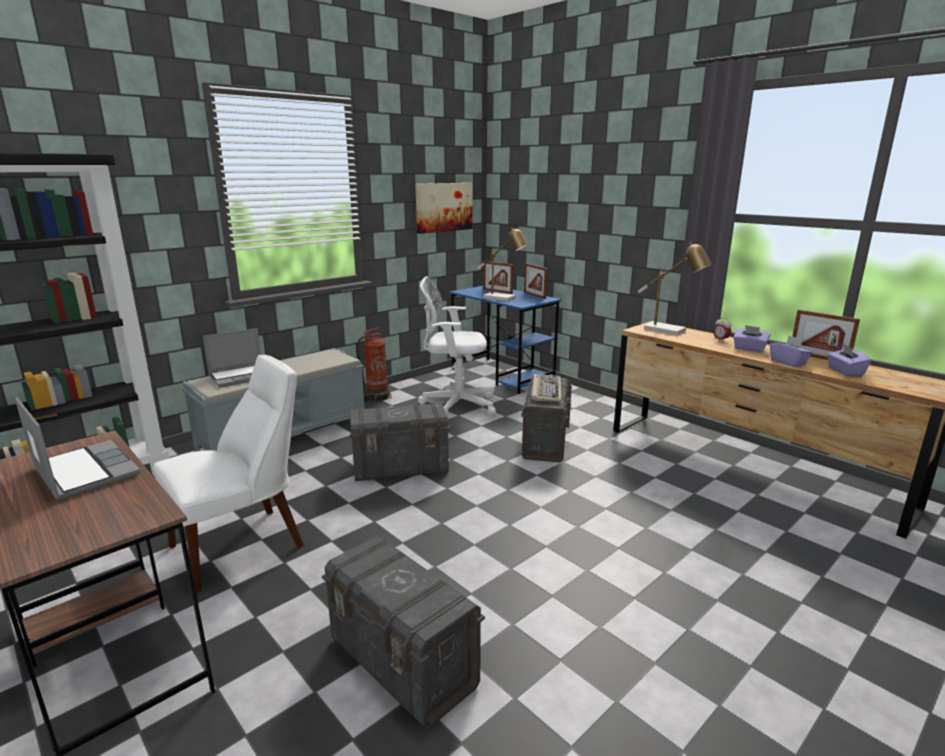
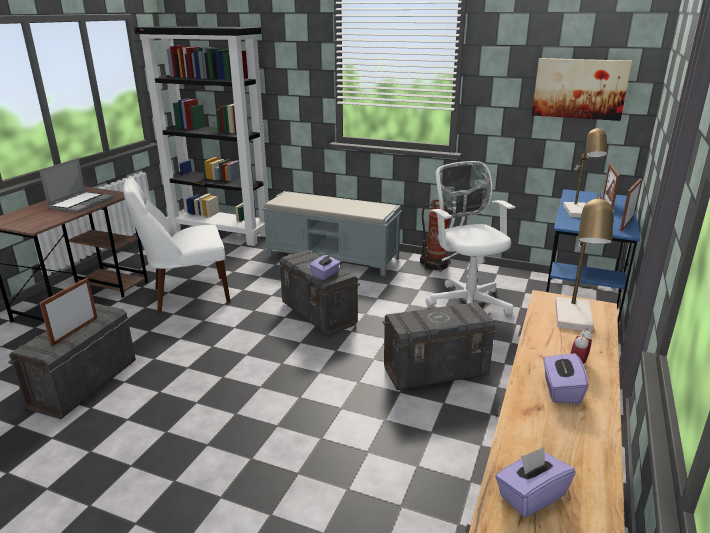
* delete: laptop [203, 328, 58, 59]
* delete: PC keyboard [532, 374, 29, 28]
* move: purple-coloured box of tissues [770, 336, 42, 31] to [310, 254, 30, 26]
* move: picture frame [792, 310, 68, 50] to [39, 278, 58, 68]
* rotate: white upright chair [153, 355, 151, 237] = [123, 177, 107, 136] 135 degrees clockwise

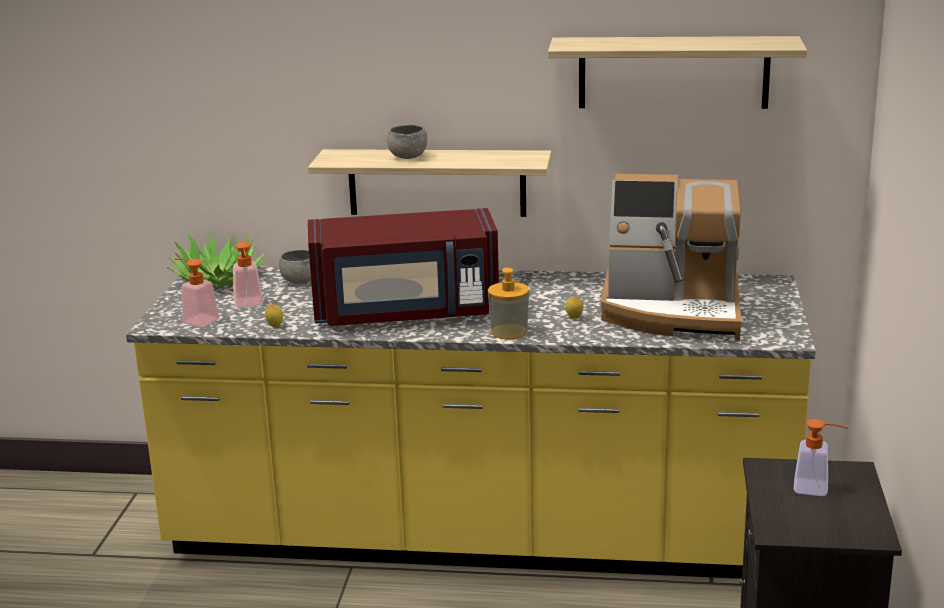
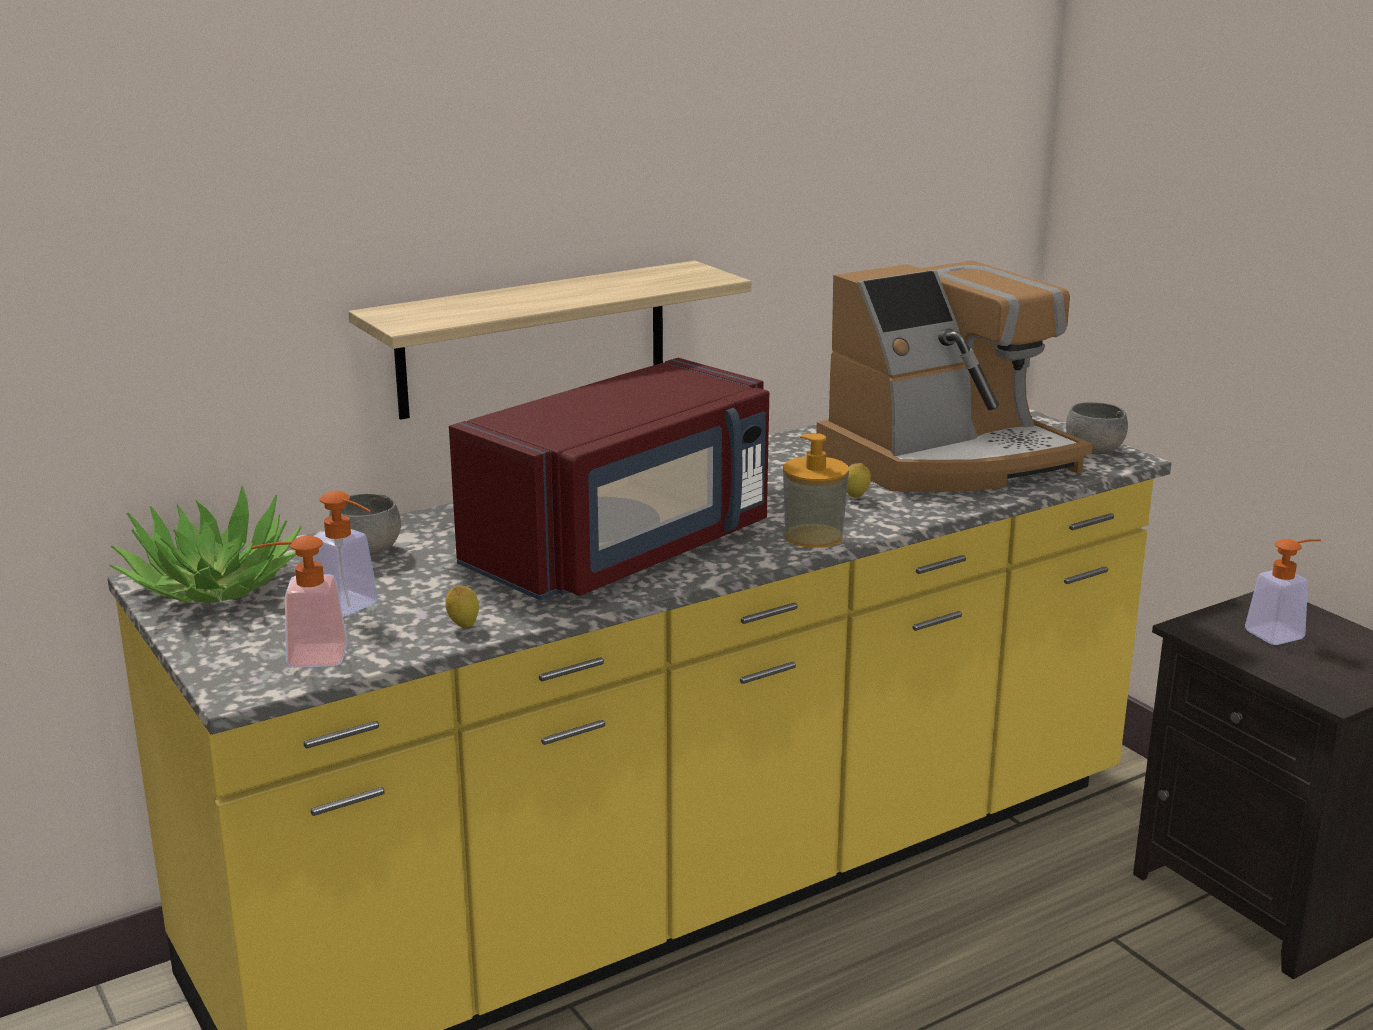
* delete: bracket shelf [548, 36, 259, 73]
* move: greyish bowl [387, 125, 40, 34] to [1066, 402, 62, 52]

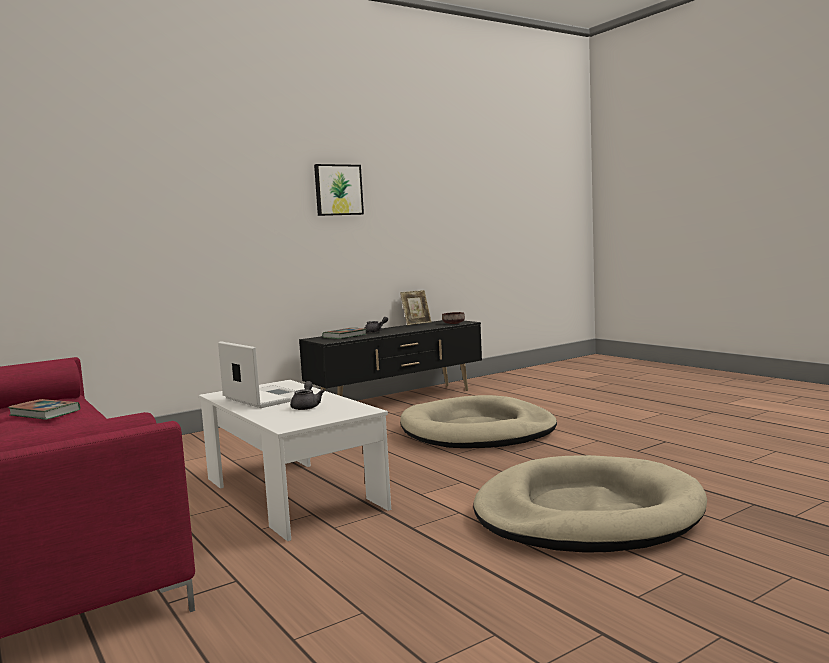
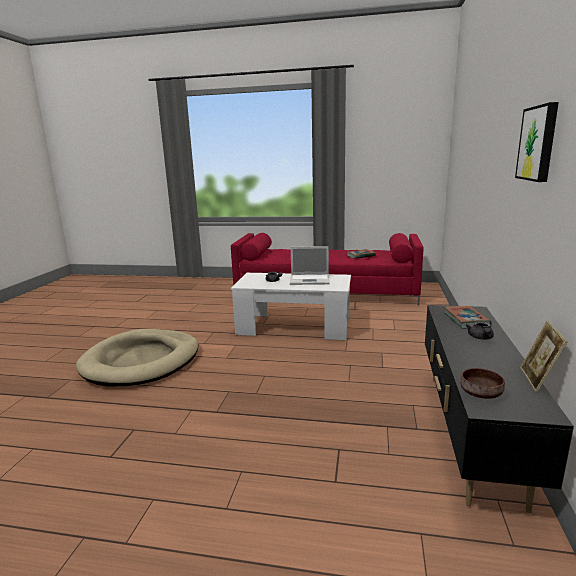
* delete: beige dog cushion [400, 395, 157, 53]

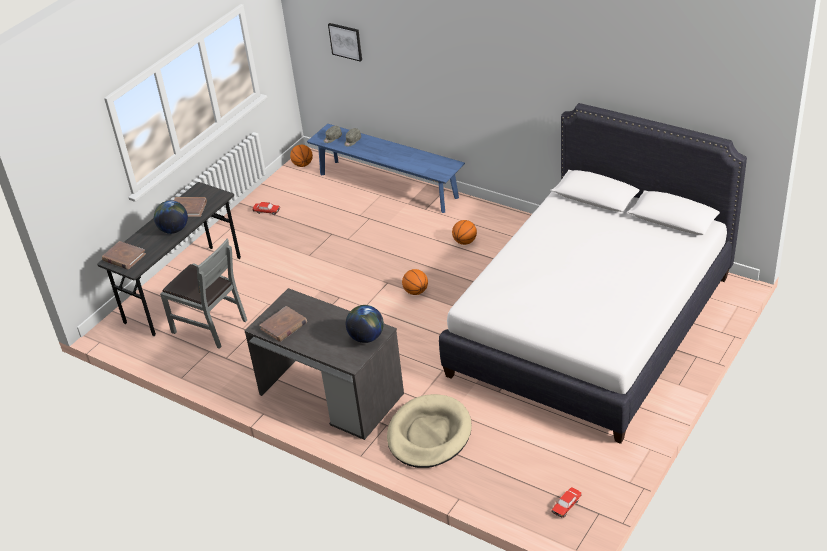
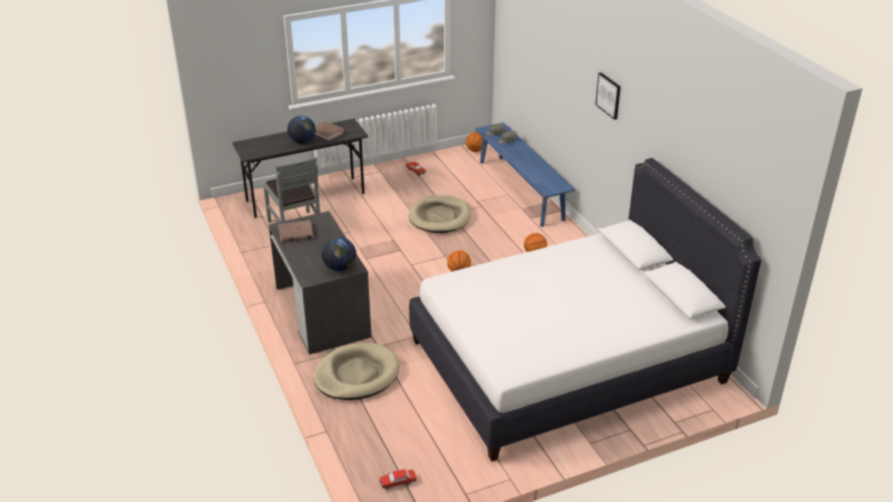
* delete: brown book [102, 241, 44, 29]
* insert: beige dog cushion [409, 195, 62, 38]
* move: wall art [328, 23, 34, 39] to [595, 72, 26, 48]

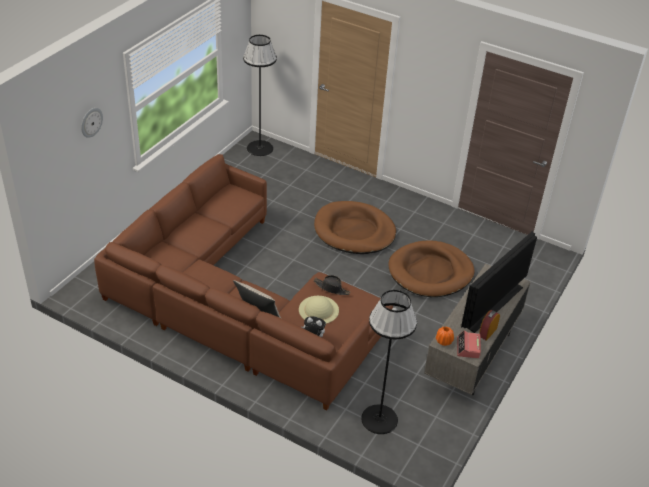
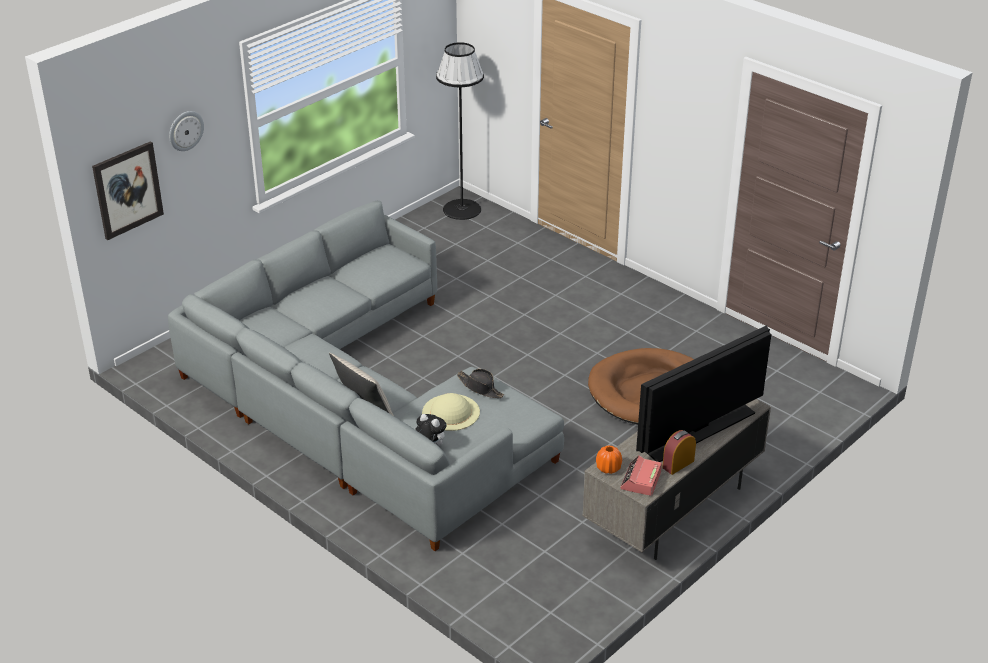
* delete: brown dog cushion [314, 201, 82, 53]
* delete: blackish standard lamp [361, 290, 56, 144]
* insert: wall art [92, 141, 72, 99]
* recolor: brown sofa [94, 154, 299, 257] to greyish sofa [168, 201, 396, 350]

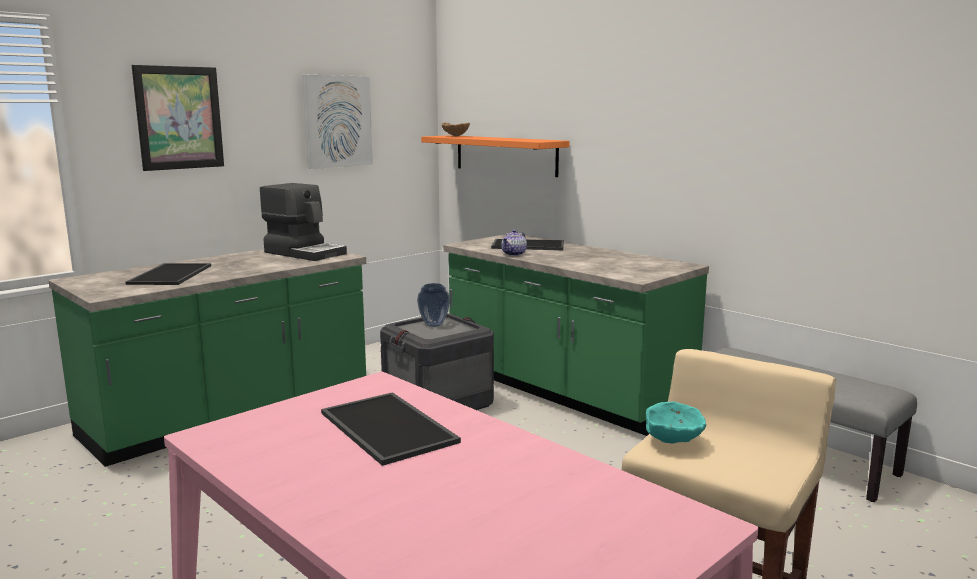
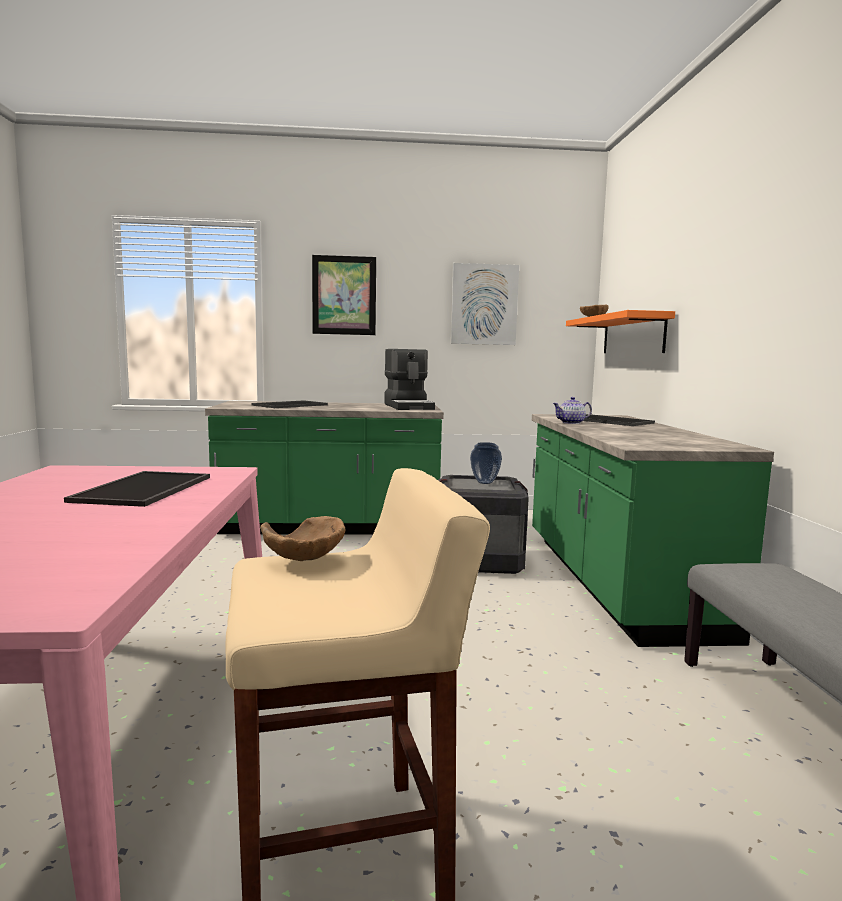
* recolor: blue-green bowl [646, 401, 60, 43] to brown bowl [260, 516, 86, 45]

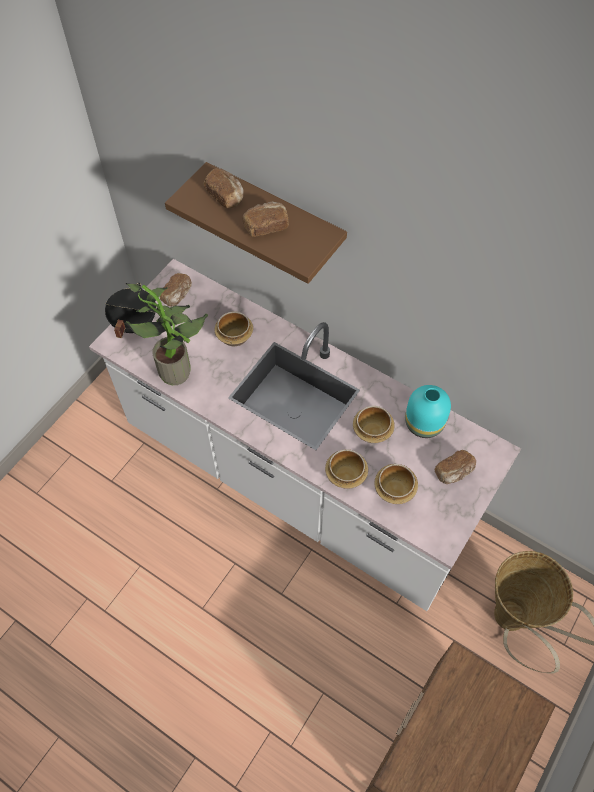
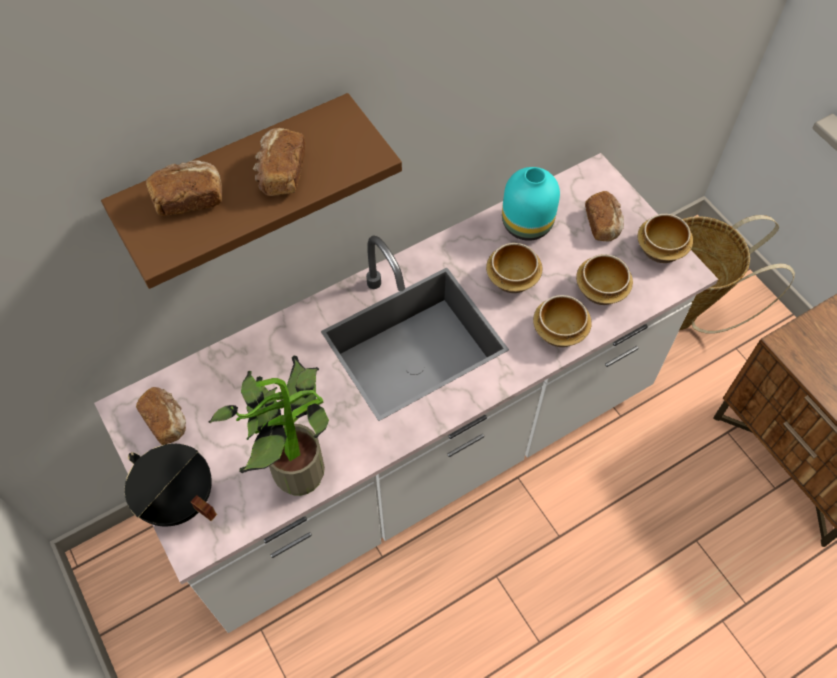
* move: bowl [214, 311, 39, 35] to [637, 214, 56, 49]

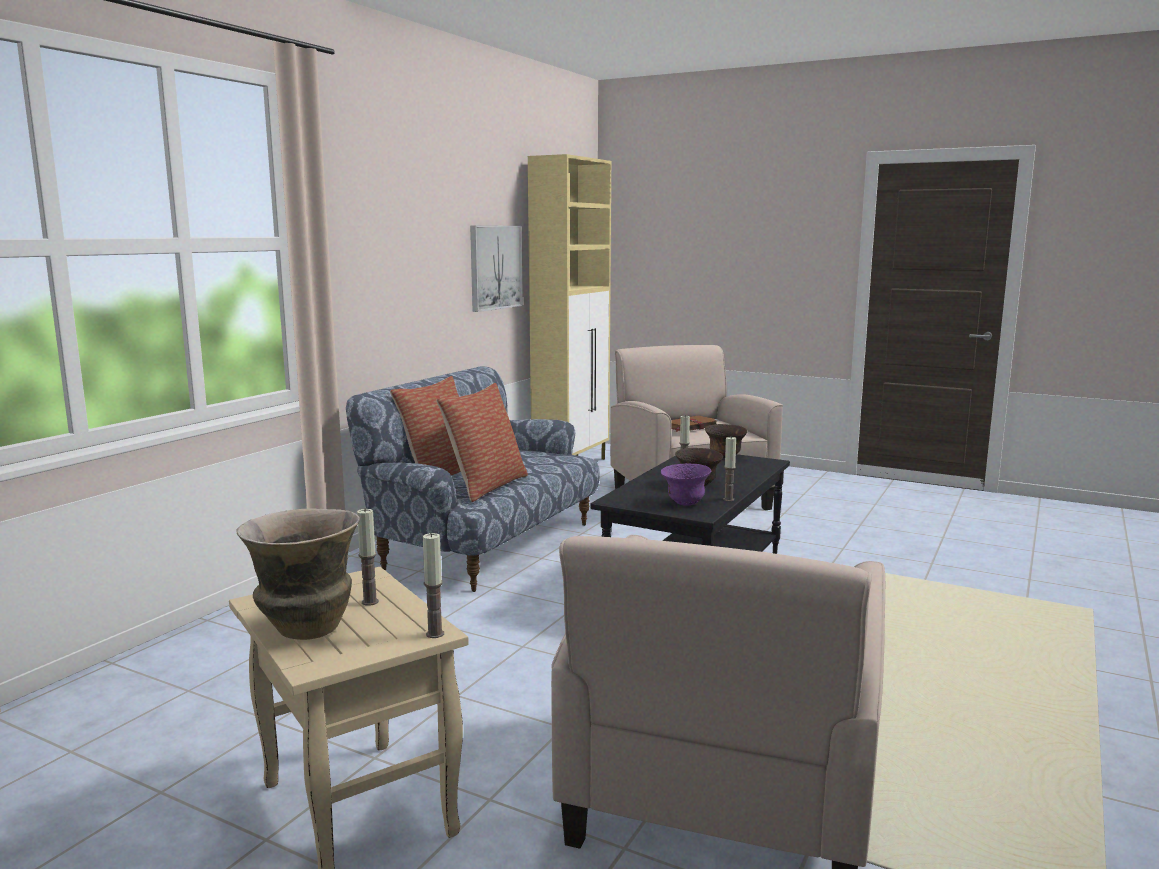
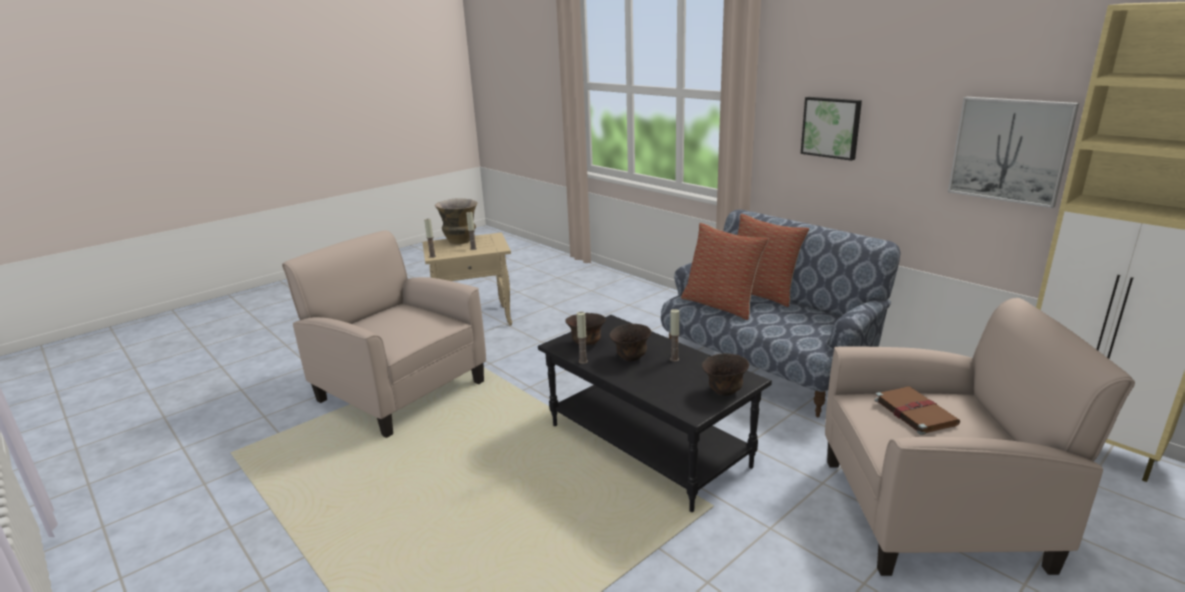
* insert: wall art [801, 97, 61, 64]
* recolor: purple-coloured bowl [661, 463, 50, 43] to brown bowl [565, 313, 41, 32]

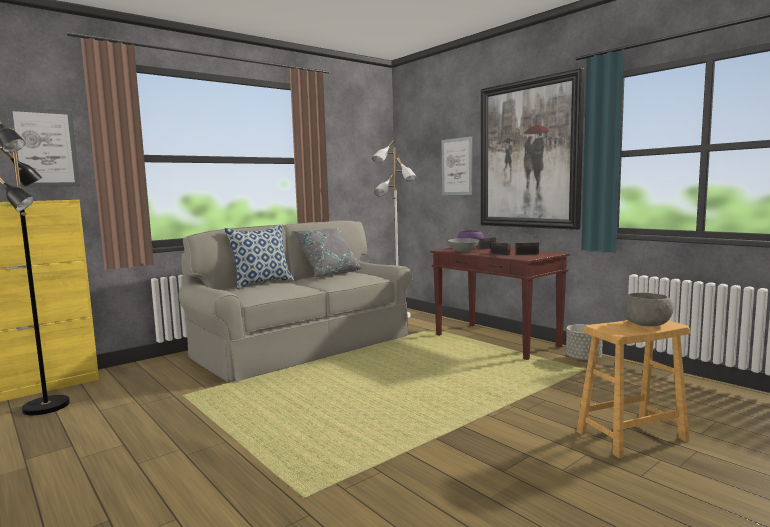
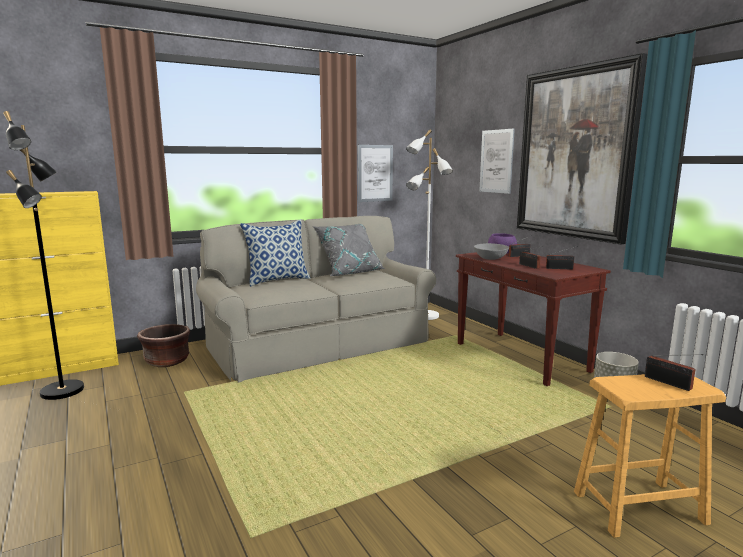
* insert: brown planter [137, 324, 53, 43]
* move: wall art [6, 106, 74, 81] to [358, 145, 35, 57]
* replace: greyish bowl [622, 293, 51, 33] to radio set [645, 354, 58, 37]

